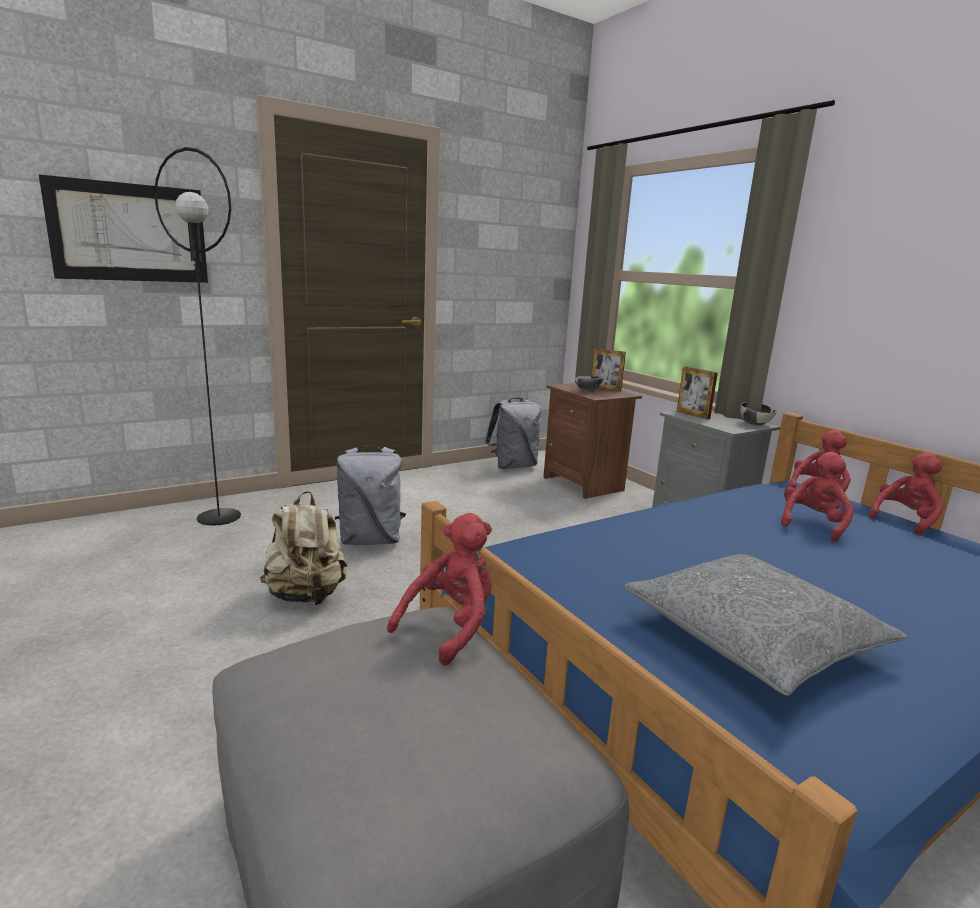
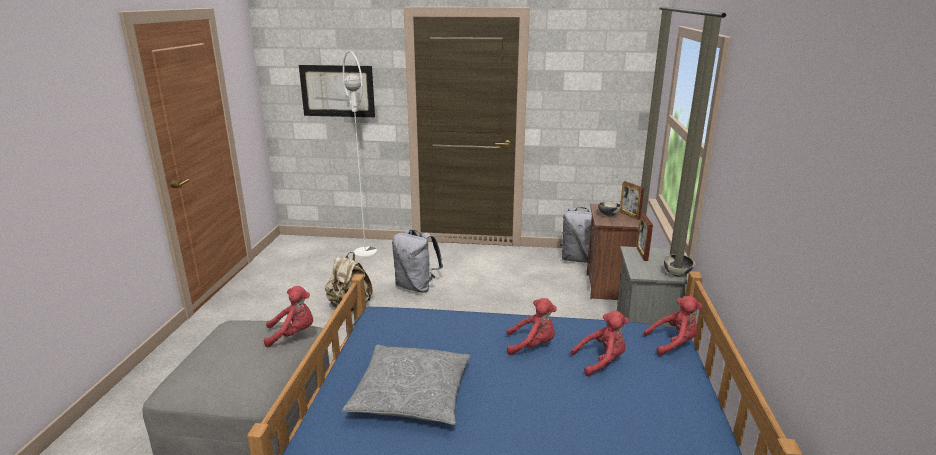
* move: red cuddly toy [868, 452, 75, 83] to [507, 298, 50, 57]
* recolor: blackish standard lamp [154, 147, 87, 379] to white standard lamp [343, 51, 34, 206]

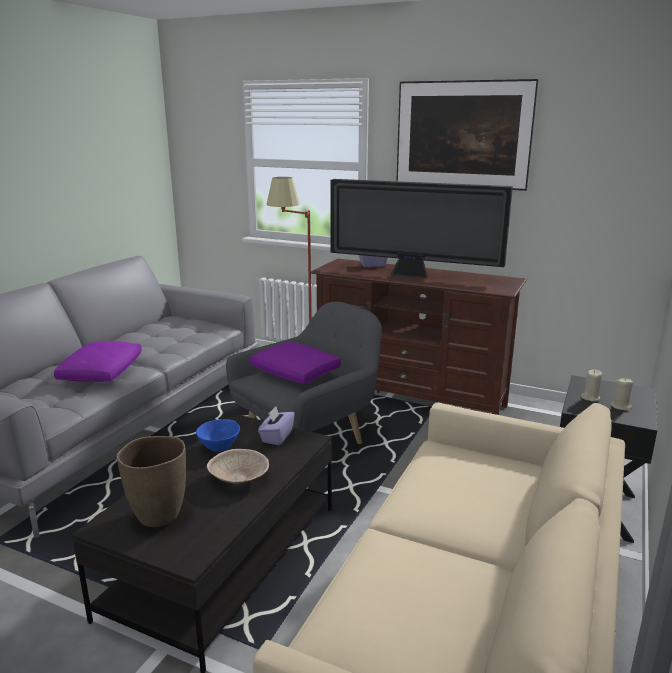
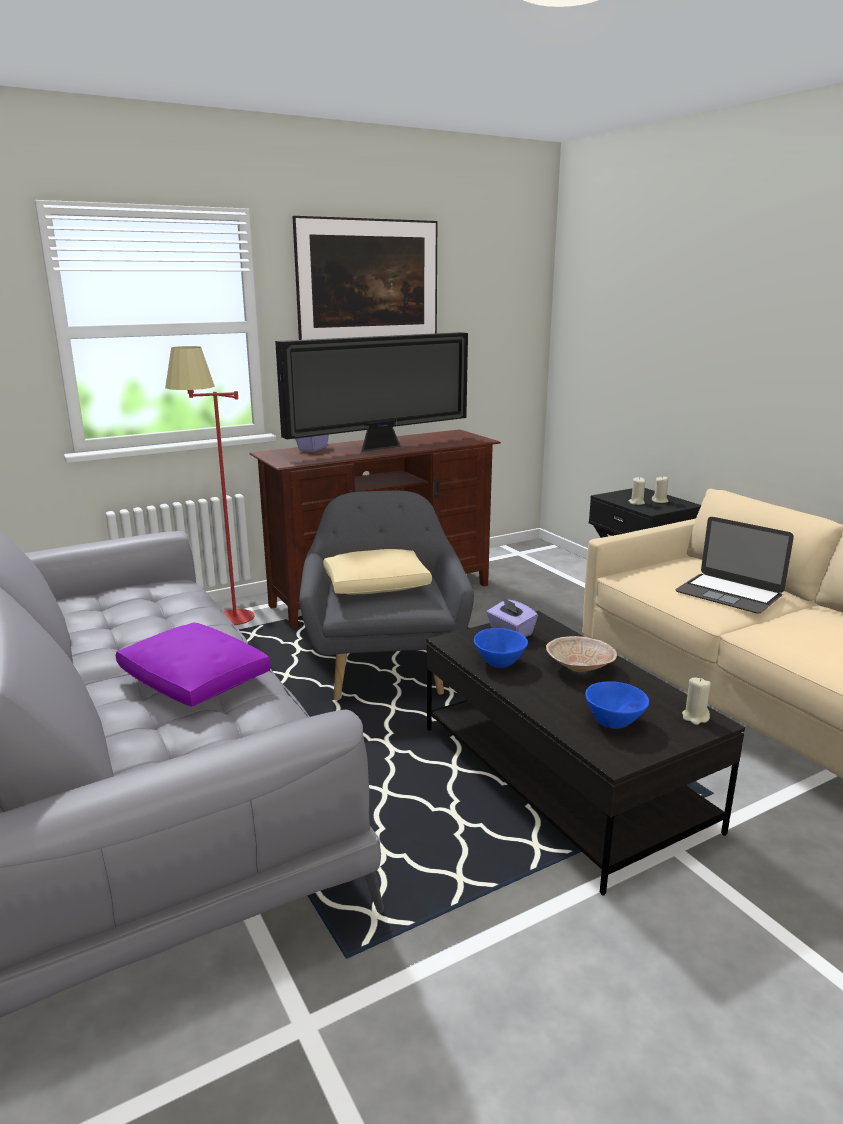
* insert: laptop [676, 517, 118, 97]
* insert: beige candle [682, 677, 29, 48]
* replace: brown decorative vase [117, 436, 69, 91] to bluish bowl [585, 681, 64, 48]
* recolor: purple-coloured cushion [250, 342, 91, 42] to beige cushion [323, 549, 109, 45]

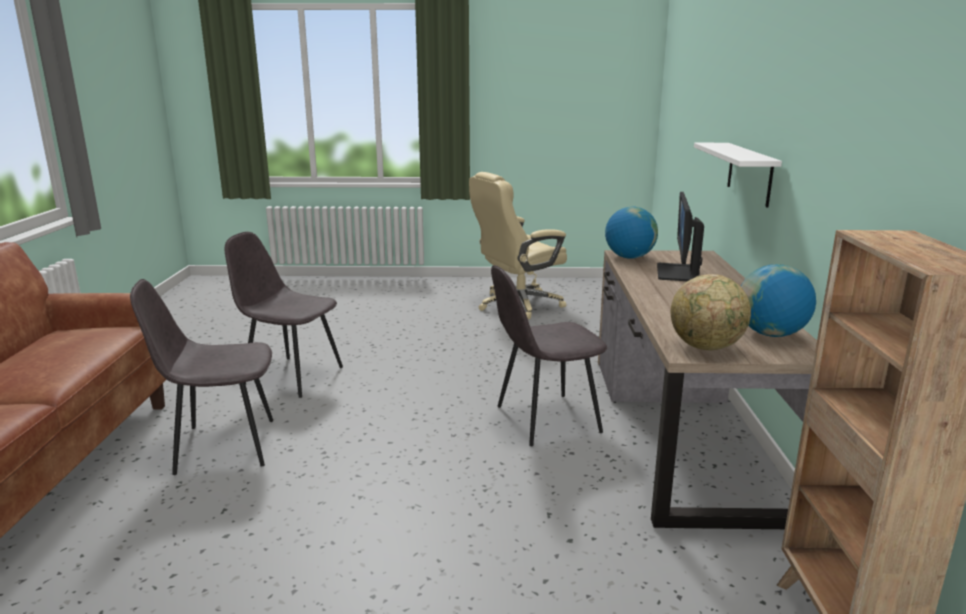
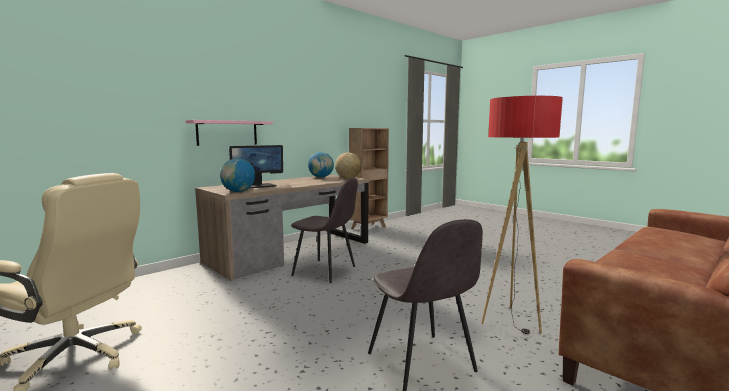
* replace: greyish upright chair [130, 279, 143, 196] to standard lamp [481, 96, 82, 238]
* recolor: white bracket shelf [694, 143, 88, 64] to pinkish bracket shelf [186, 120, 87, 26]

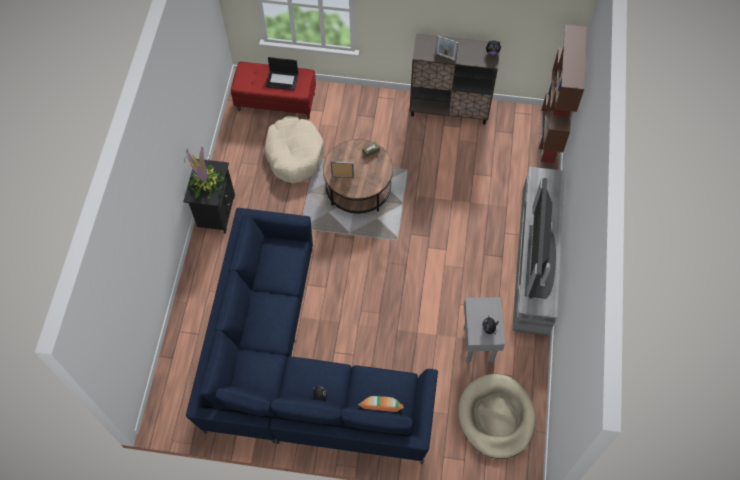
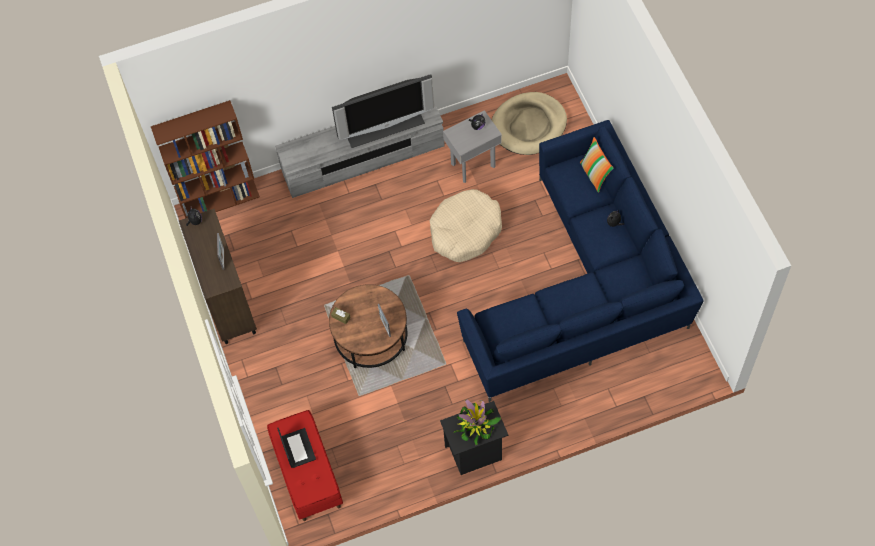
* move: beige dog cushion [265, 116, 59, 67] to [430, 189, 72, 73]

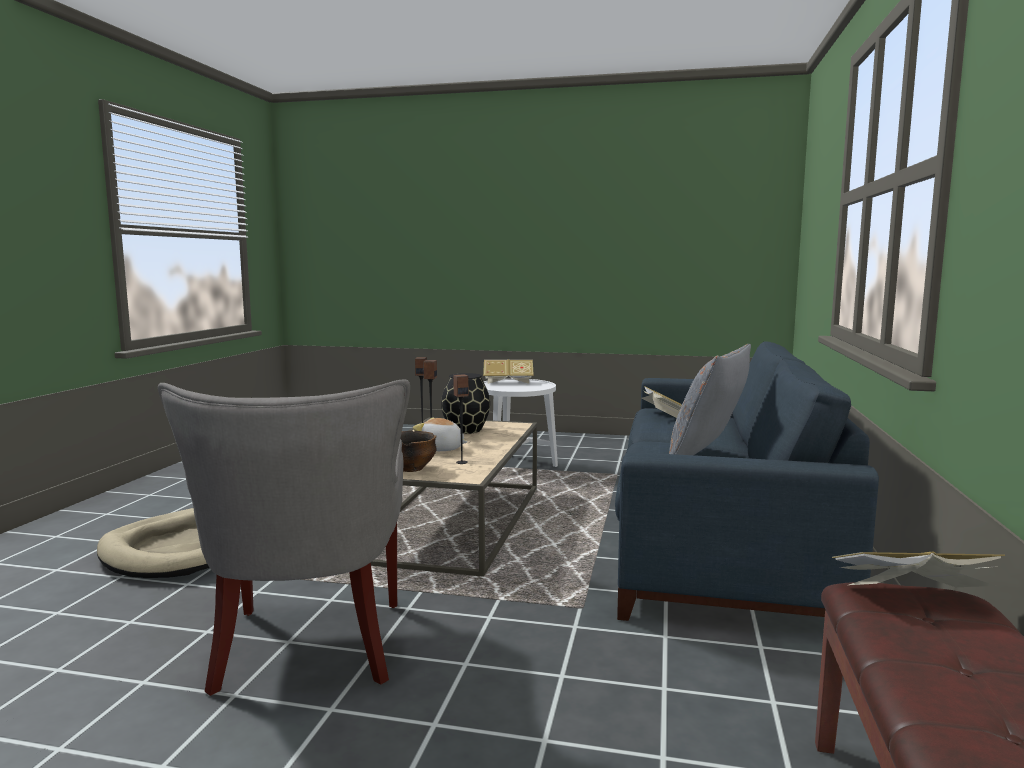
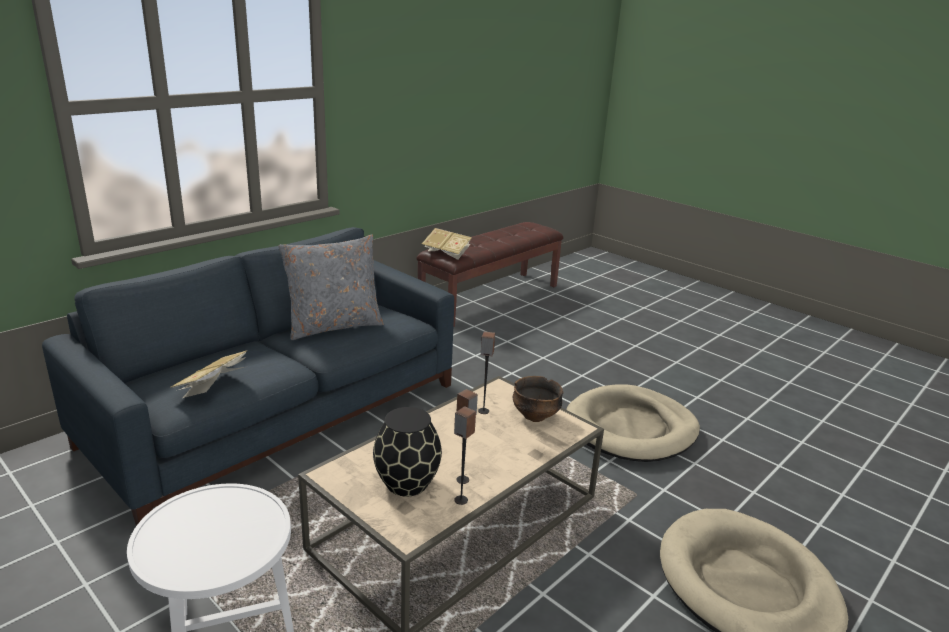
* delete: cuddly toy [413, 418, 55, 33]
* delete: book [483, 359, 51, 25]
* replace: greyish lounge chair [158, 379, 252, 317] to beige dog cushion [566, 384, 134, 78]

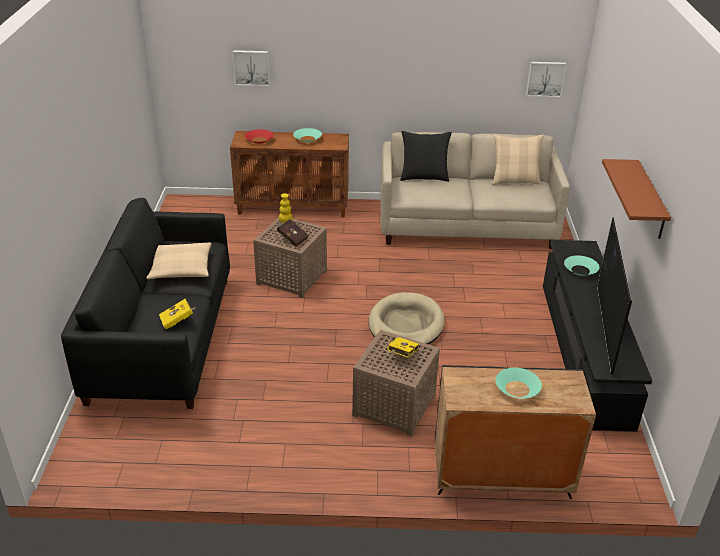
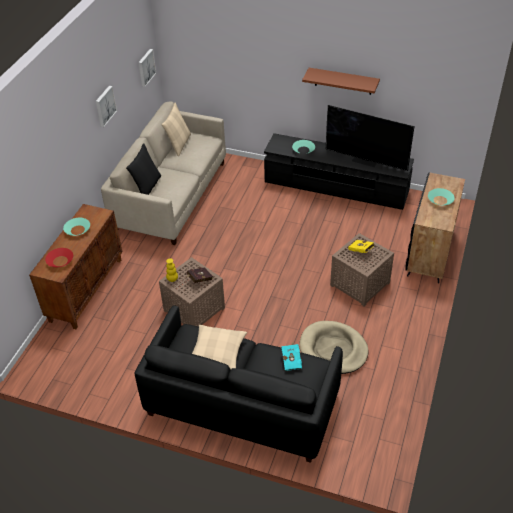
* move: wall art [233, 50, 37, 36] to [95, 85, 22, 42]
* move: beige dog cushion [368, 292, 77, 52] to [300, 321, 69, 53]
* recolor: yellowish book [159, 299, 37, 31] to blue-green book [281, 342, 21, 29]

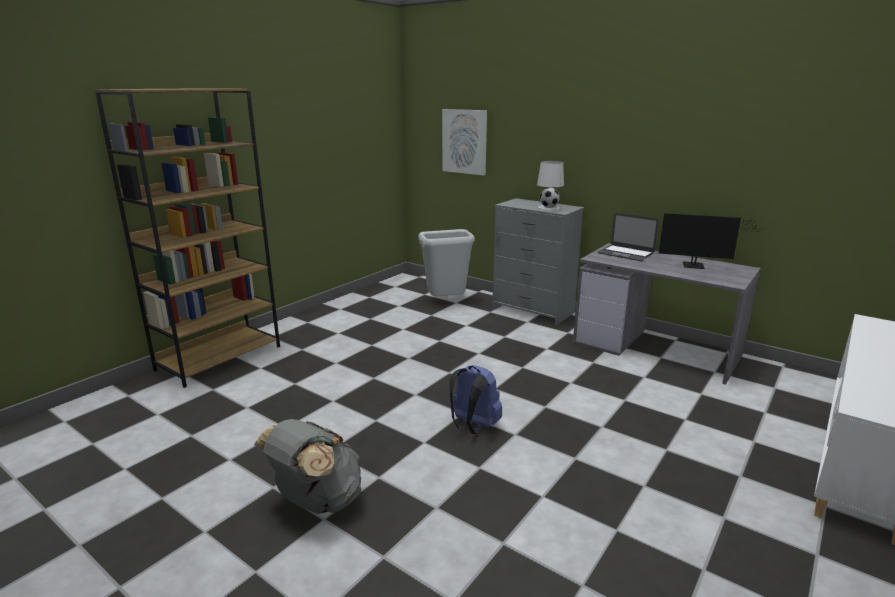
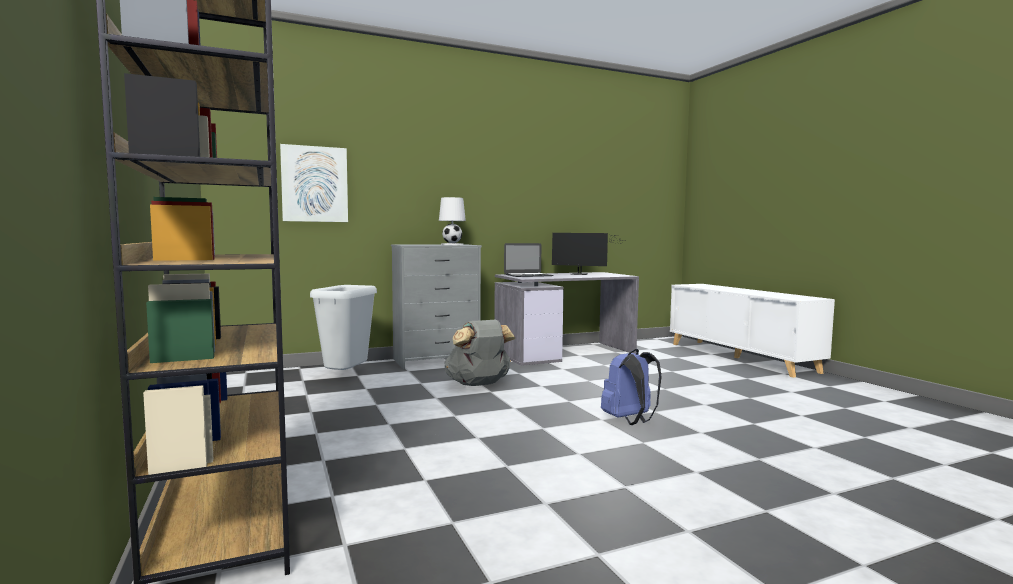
* move: greyish backpack [254, 419, 107, 95] to [445, 320, 70, 66]
* rotate: monitor [659, 213, 106, 56] = [552, 233, 69, 42] 60 degrees clockwise

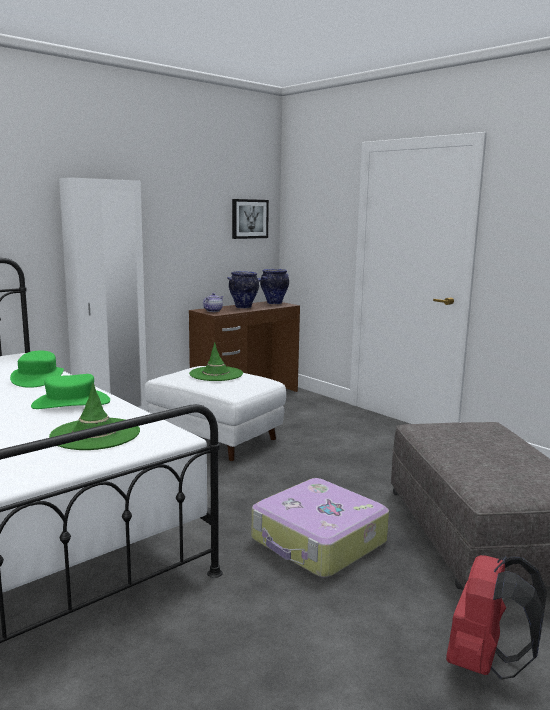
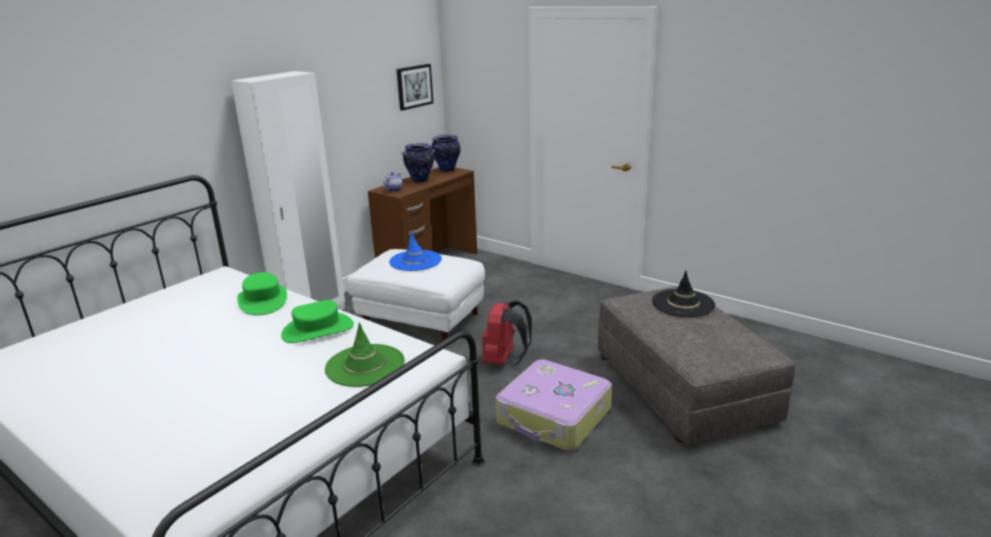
* insert: blackish hat [652, 271, 64, 46]
* move: red backpack [446, 555, 101, 124] to [482, 301, 50, 65]
* recolor: green-coloured hat [189, 342, 54, 39] to bluish hat [389, 231, 53, 40]

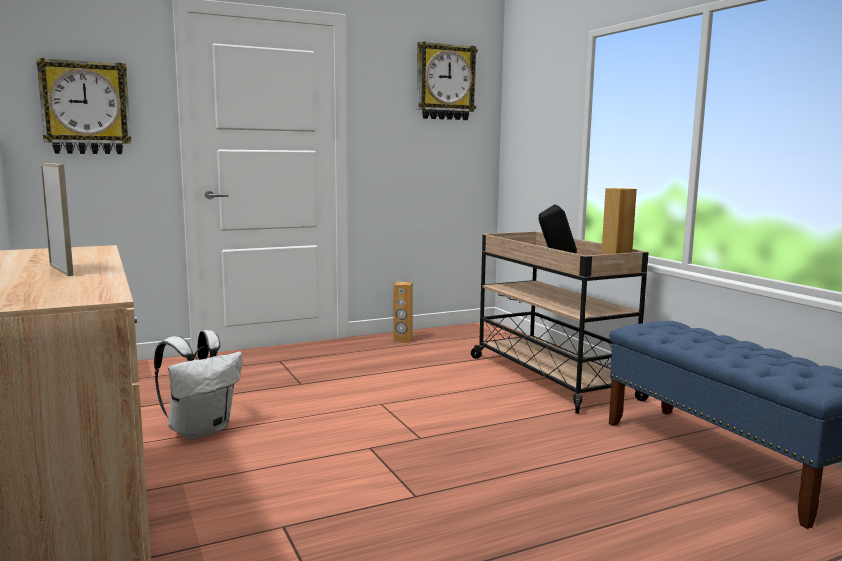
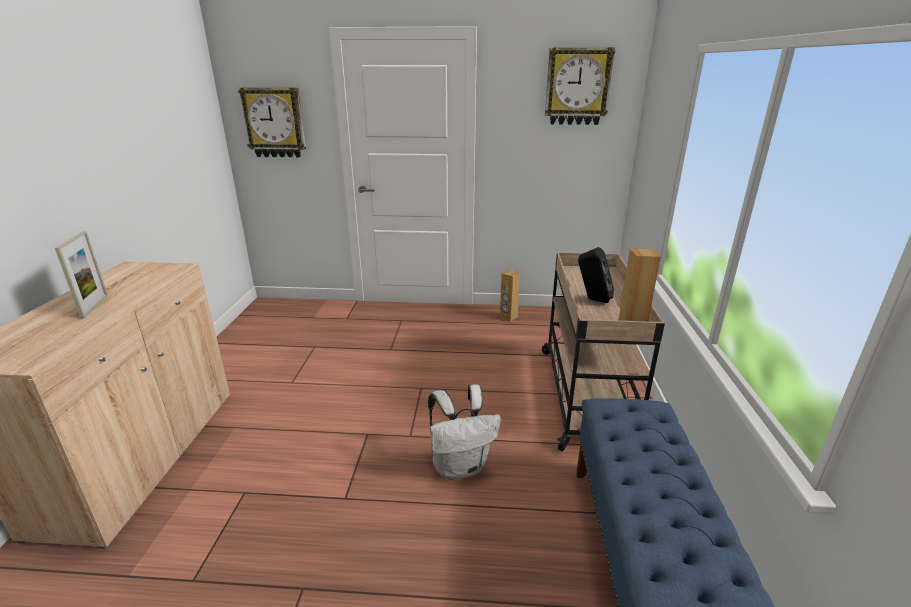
* move: white backpack [154, 330, 88, 110] to [428, 384, 73, 96]

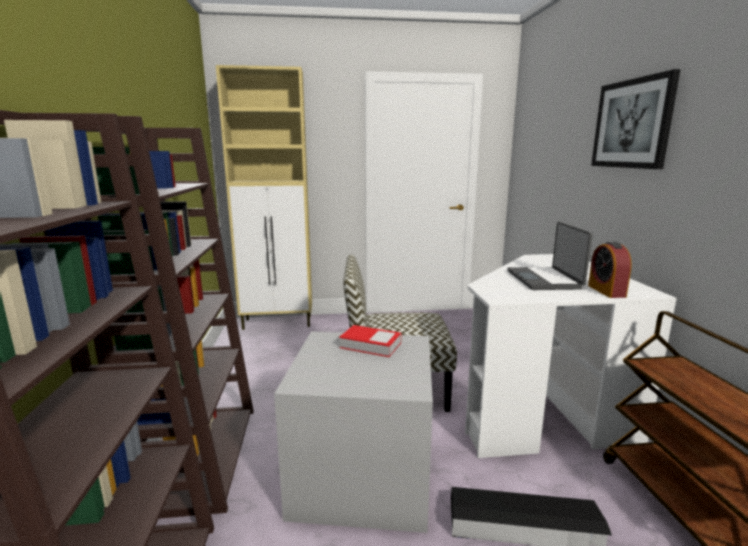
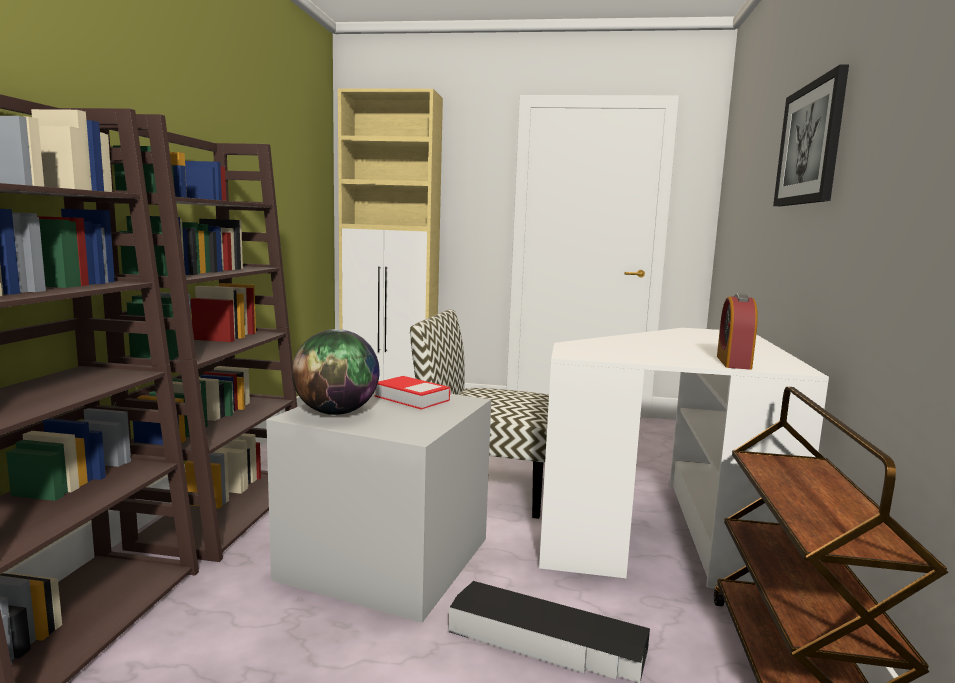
* delete: laptop [507, 222, 86, 68]
* insert: desk globe [292, 329, 88, 86]

